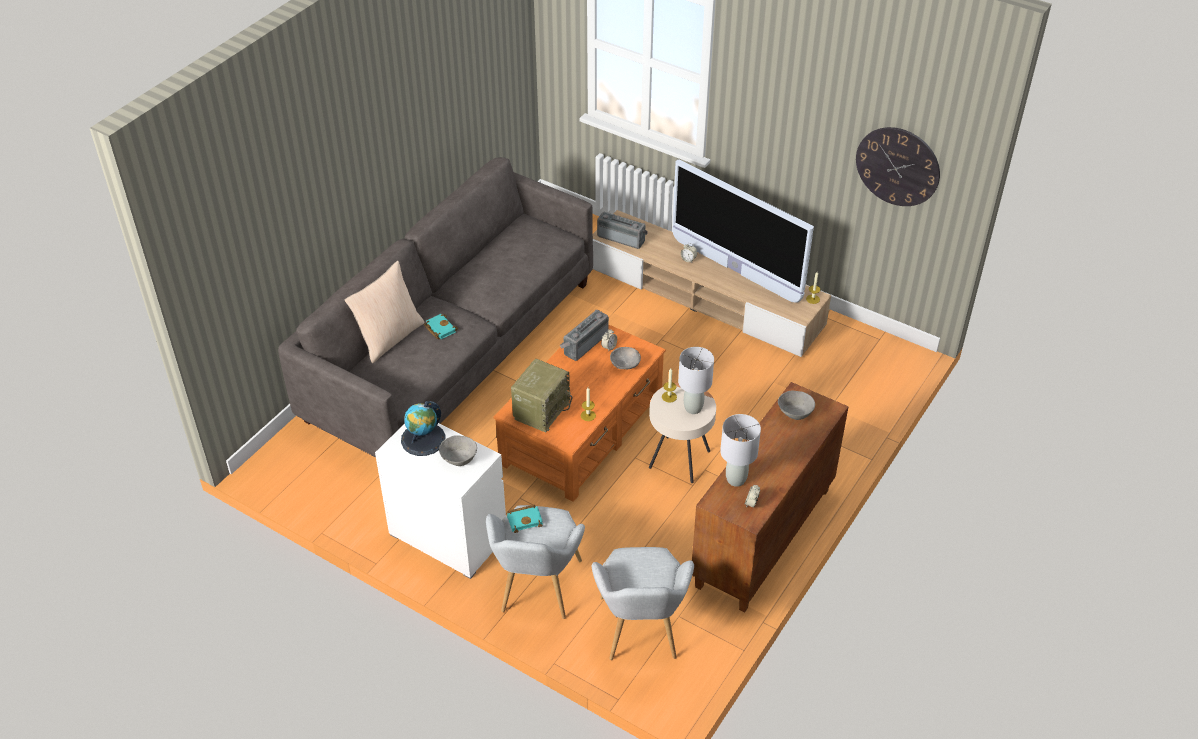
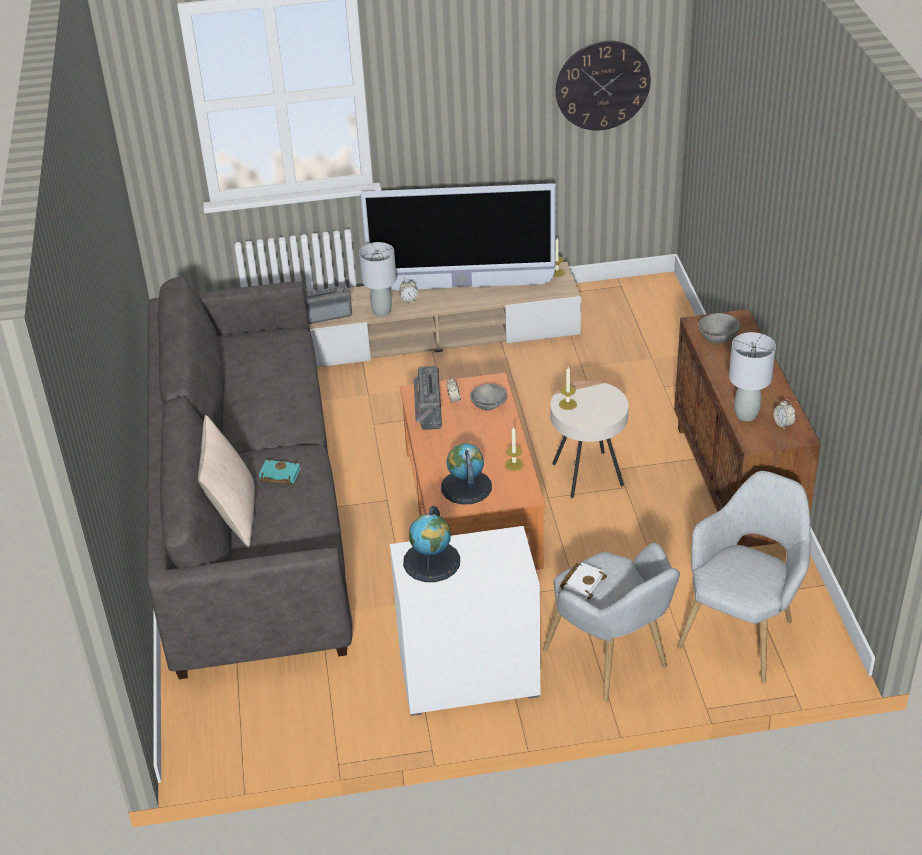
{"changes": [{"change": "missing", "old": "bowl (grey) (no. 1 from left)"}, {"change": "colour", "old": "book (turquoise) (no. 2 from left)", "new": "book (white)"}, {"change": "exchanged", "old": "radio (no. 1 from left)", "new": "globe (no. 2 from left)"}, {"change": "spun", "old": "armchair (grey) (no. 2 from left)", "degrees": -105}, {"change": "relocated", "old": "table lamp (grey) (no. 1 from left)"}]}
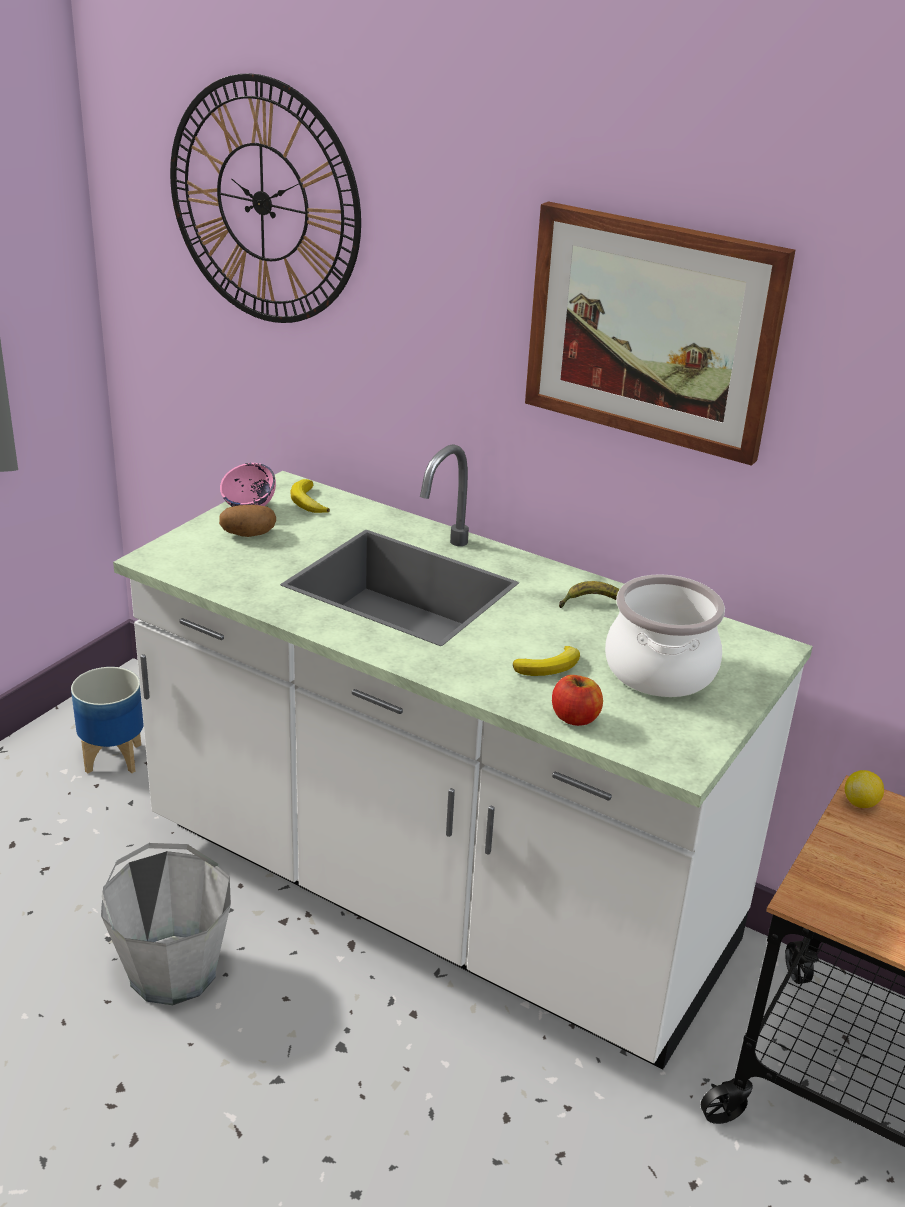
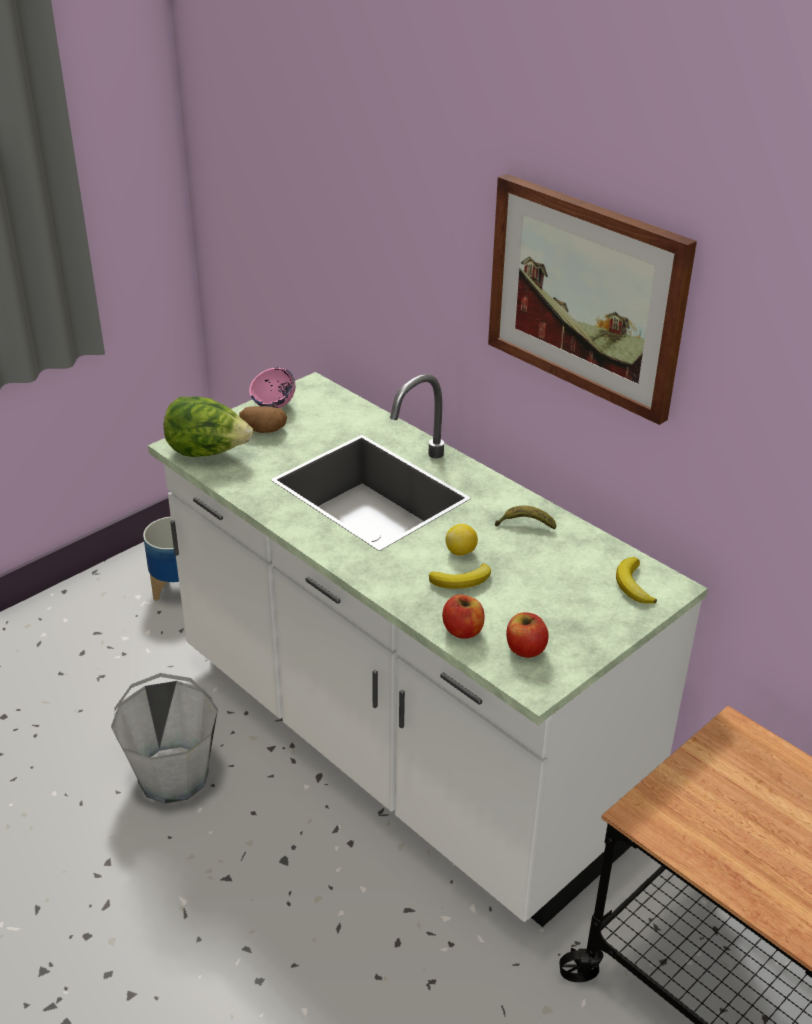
{"changes": [{"change": "missing", "old": "wall clock"}, {"change": "relocated", "old": "banana (no. 1 from left in the first image)", "new": "banana (no. 3 from left)"}, {"change": "missing", "old": "cooking pot"}, {"change": "relocated", "old": "lemon"}, {"change": "appeared", "new": "lettuce"}, {"change": "appeared", "new": "apple (no. 2 from left)"}]}
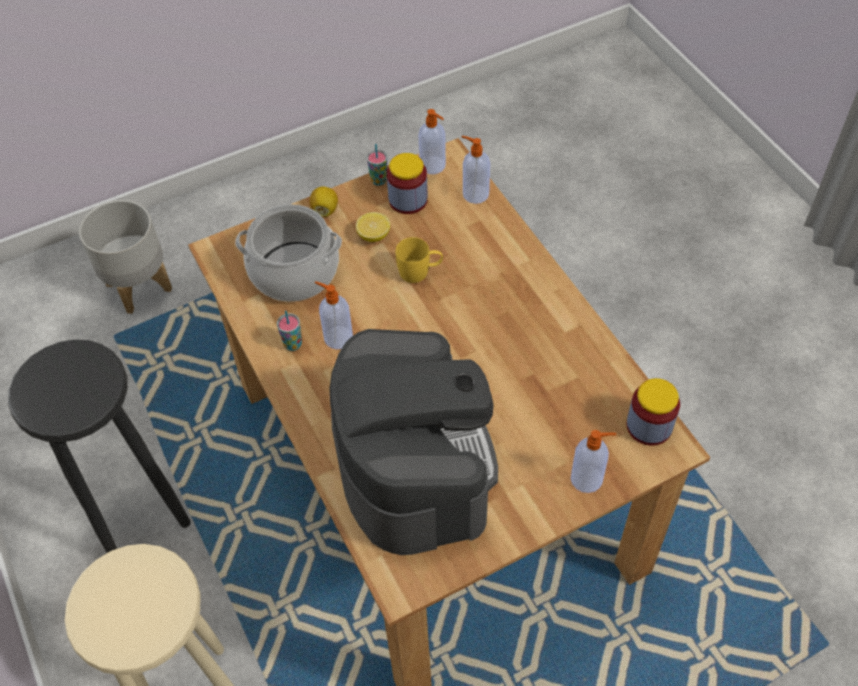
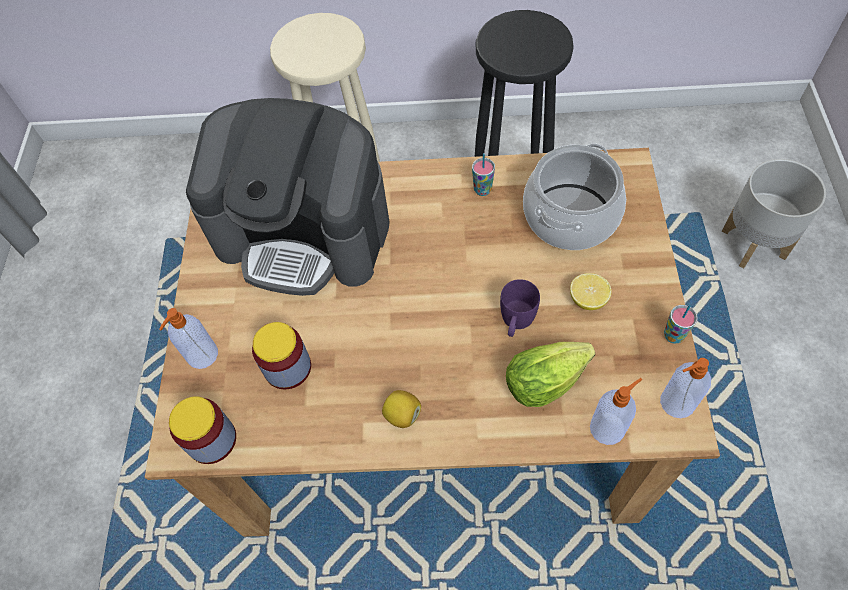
{"changes": [{"change": "relocated", "old": "lemon (no. 1 from left)"}, {"change": "missing", "old": "soap dispenser (no. 1 from left)"}, {"change": "relocated", "old": "jar (no. 1 from left in the first image)", "new": "jar (no. 2 from left)"}, {"change": "colour", "old": "mug (yellow)", "new": "mug (purple)"}, {"change": "appeared", "new": "lettuce"}]}
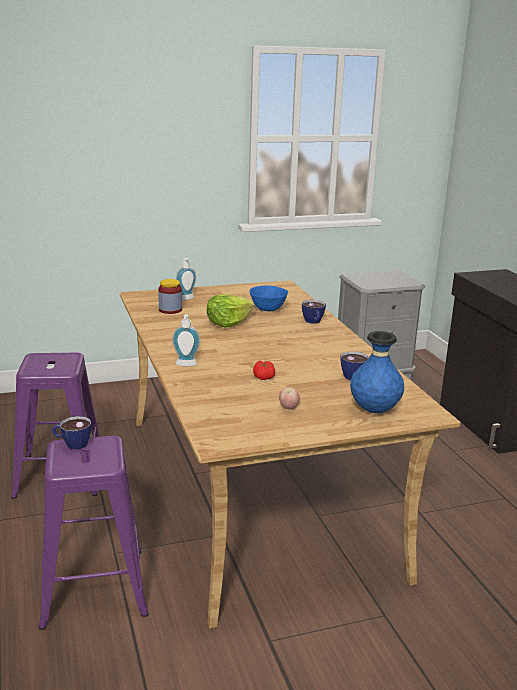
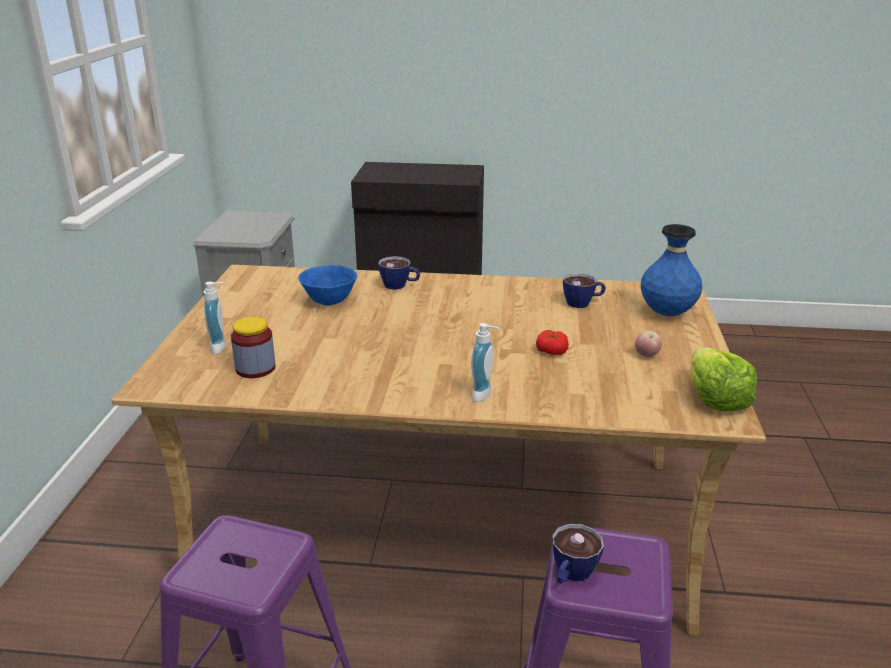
{"changes": [{"change": "relocated", "old": "lettuce"}]}
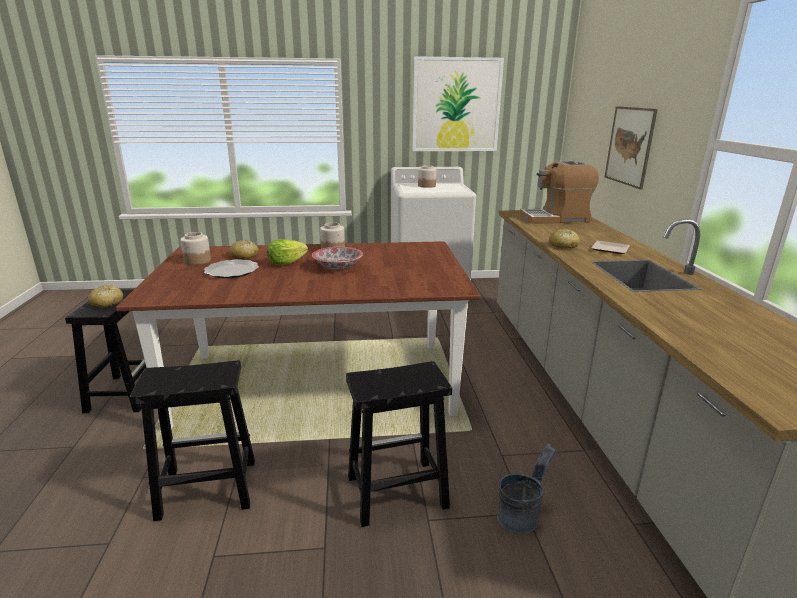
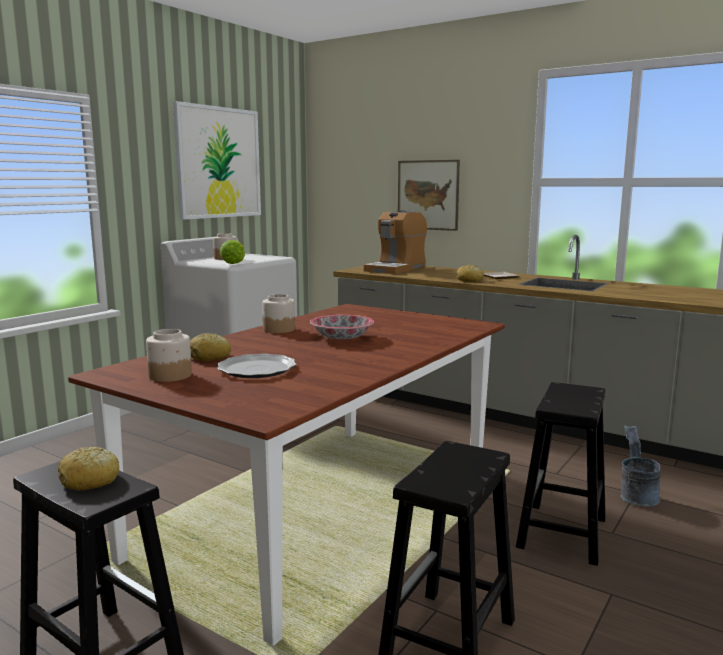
{"changes": [{"change": "relocated", "old": "lettuce"}]}
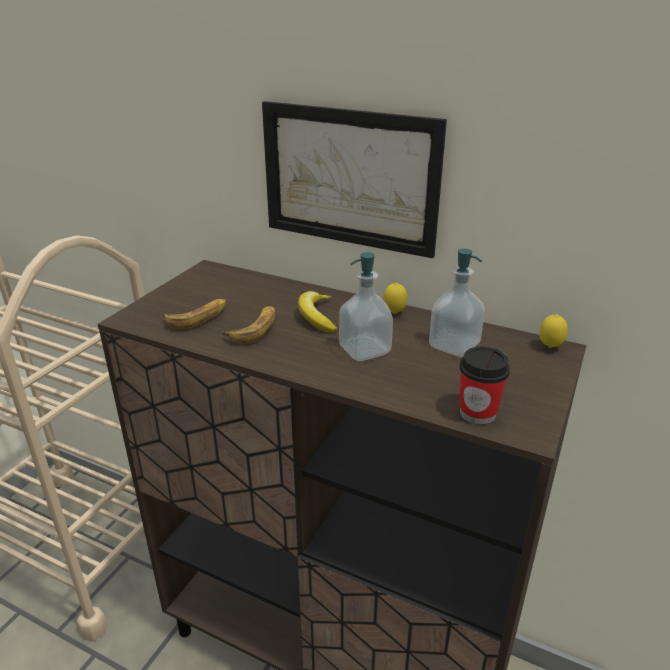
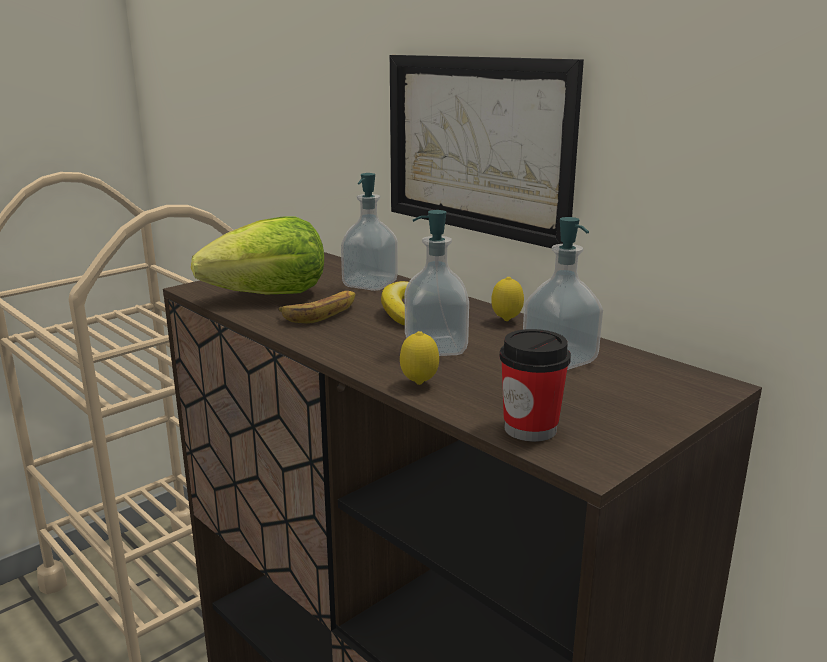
{"changes": [{"change": "exchanged", "old": "banana (no. 1 from left)", "new": "lettuce"}, {"change": "relocated", "old": "lemon (no. 2 from left in the first image)", "new": "lemon (no. 1 from left)"}, {"change": "appeared", "new": "soap dispenser (no. 1 from left)"}]}
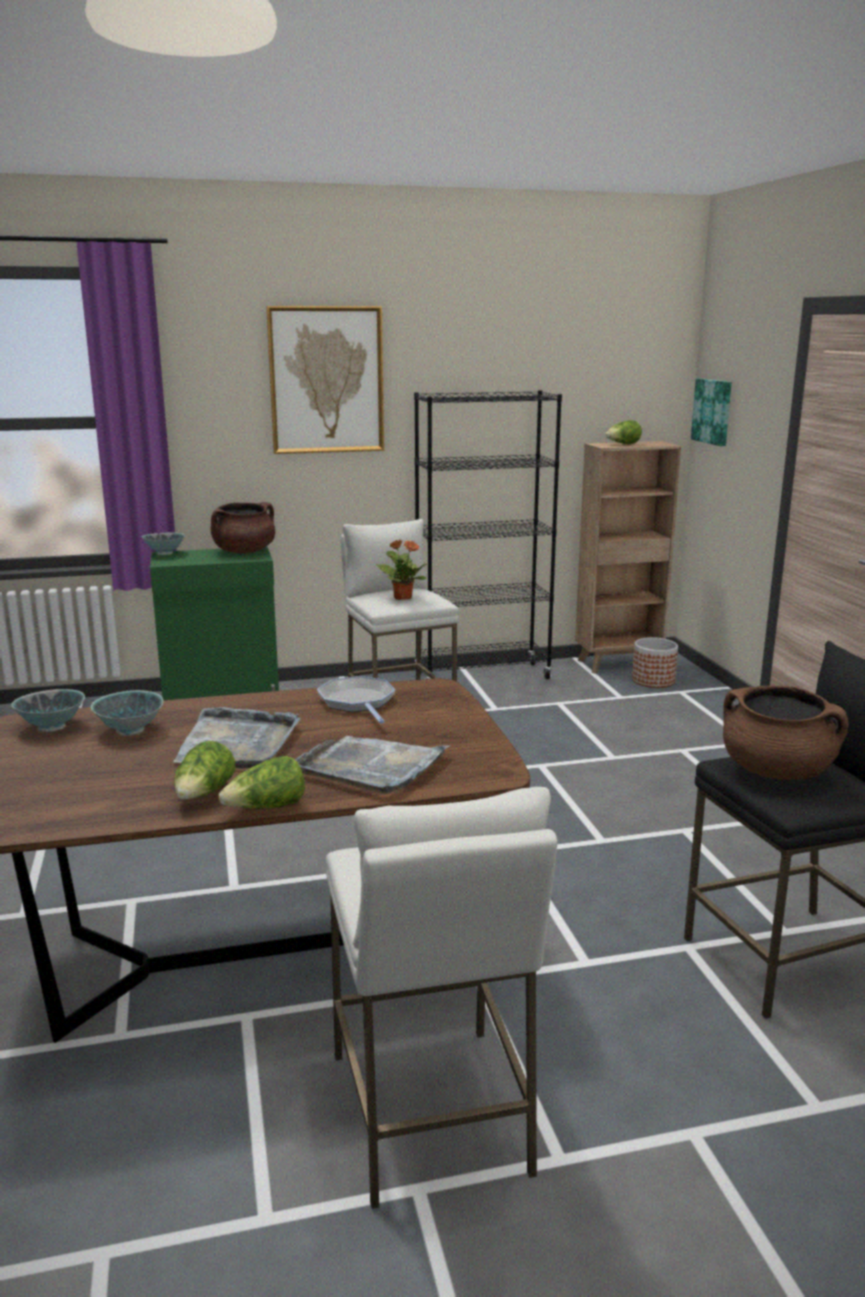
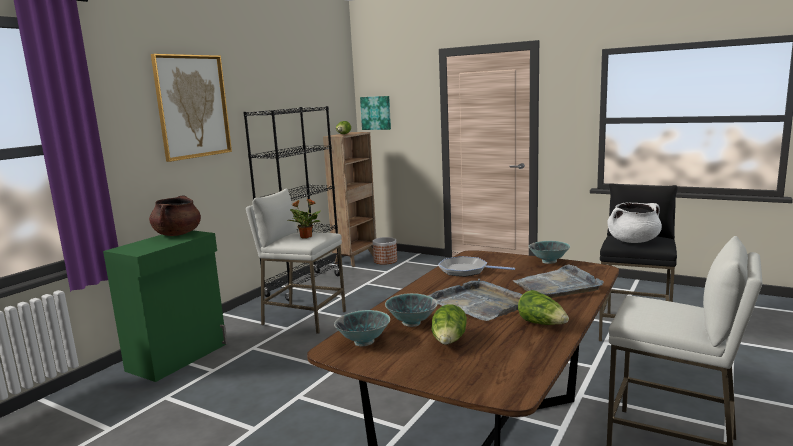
{"changes": [{"change": "relocated", "old": "bowl (no. 3 from left)"}, {"change": "relocated", "old": "lettuce (no. 2 from left)"}, {"change": "colour", "old": "cooking pot (brown) (no. 2 from left)", "new": "cooking pot (white)"}]}
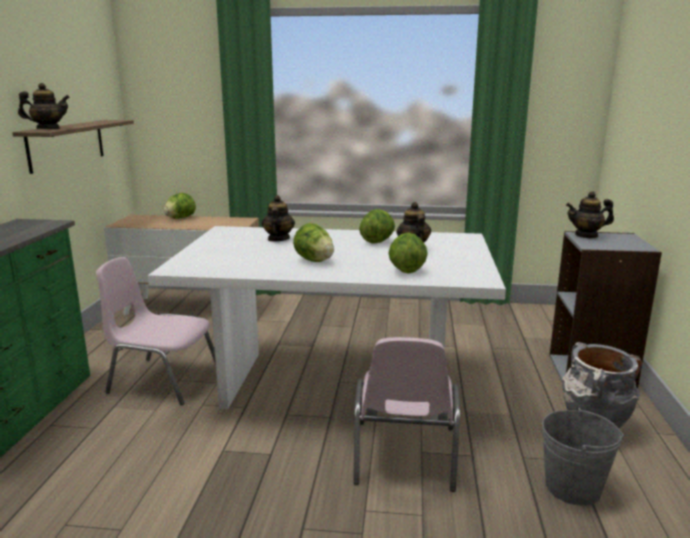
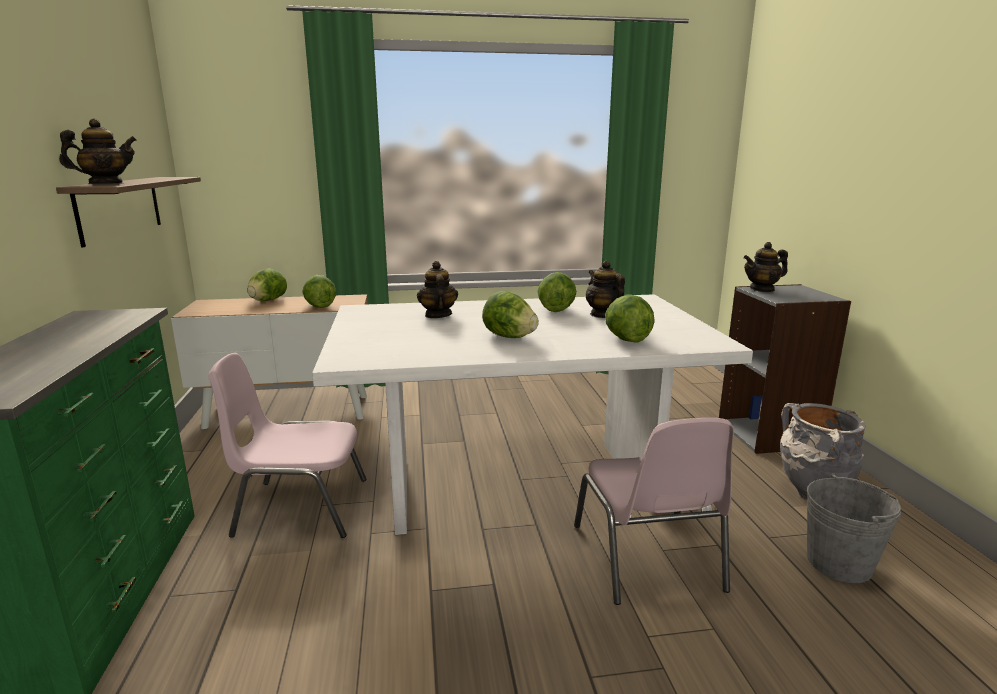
{"changes": [{"change": "appeared", "new": "lettuce (no. 2 from left)"}]}
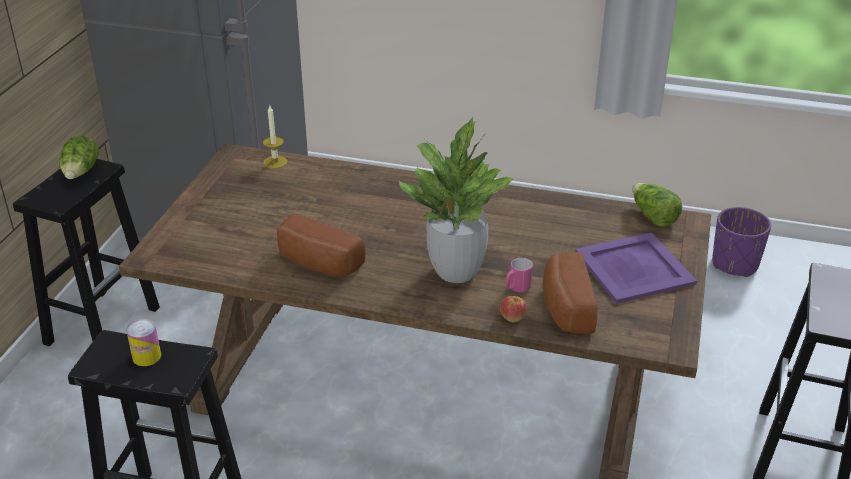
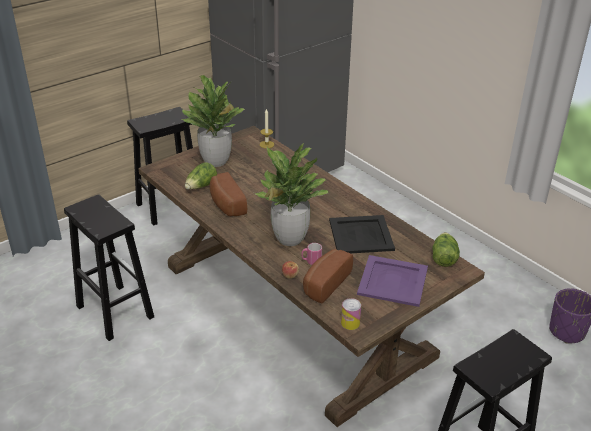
{"changes": [{"change": "relocated", "old": "lettuce (no. 1 from left)"}, {"change": "relocated", "old": "can"}, {"change": "appeared", "new": "potted plant (no. 1 from left)"}, {"change": "appeared", "new": "tray (black)"}]}
